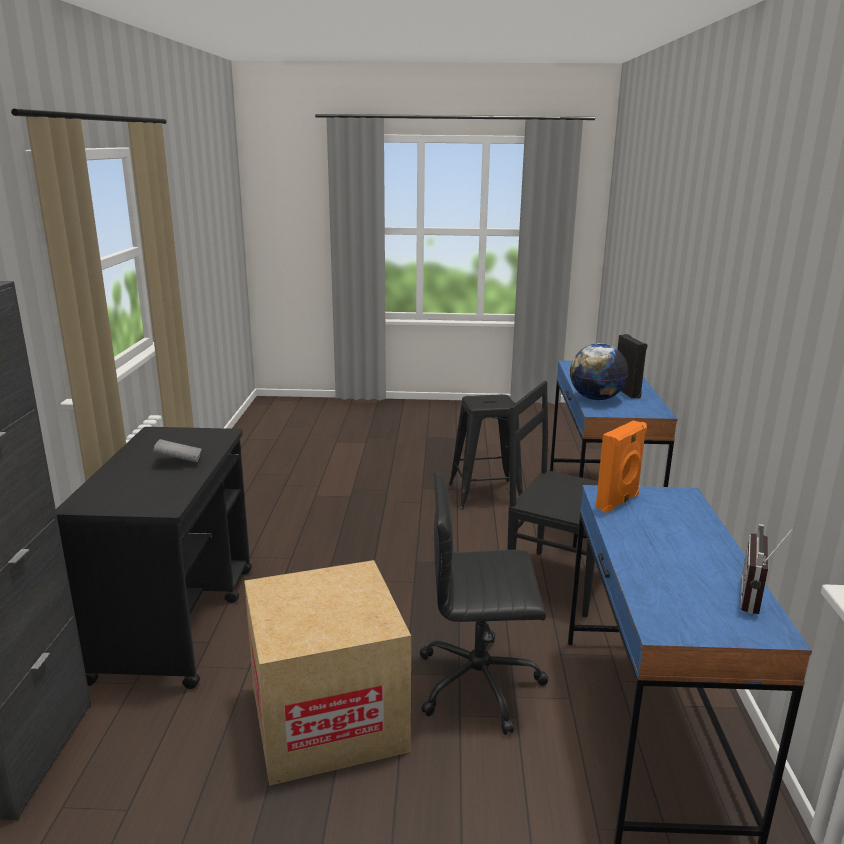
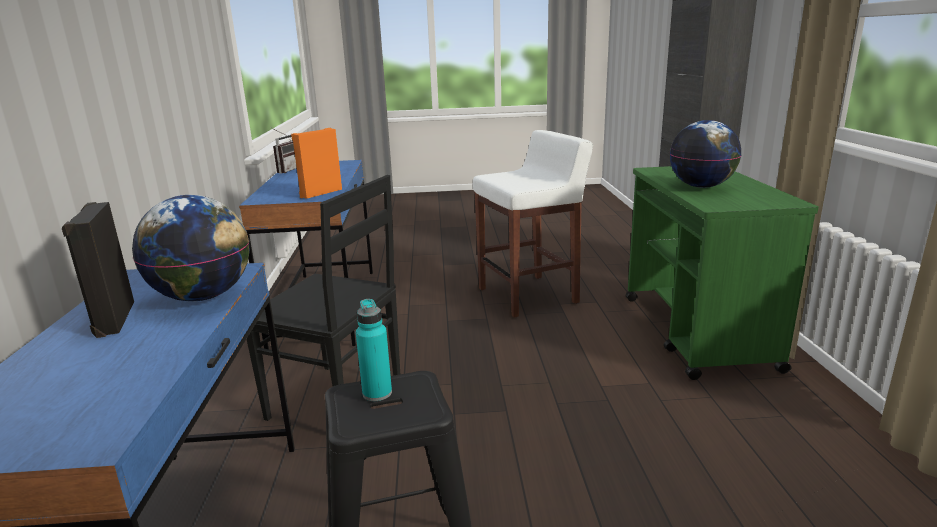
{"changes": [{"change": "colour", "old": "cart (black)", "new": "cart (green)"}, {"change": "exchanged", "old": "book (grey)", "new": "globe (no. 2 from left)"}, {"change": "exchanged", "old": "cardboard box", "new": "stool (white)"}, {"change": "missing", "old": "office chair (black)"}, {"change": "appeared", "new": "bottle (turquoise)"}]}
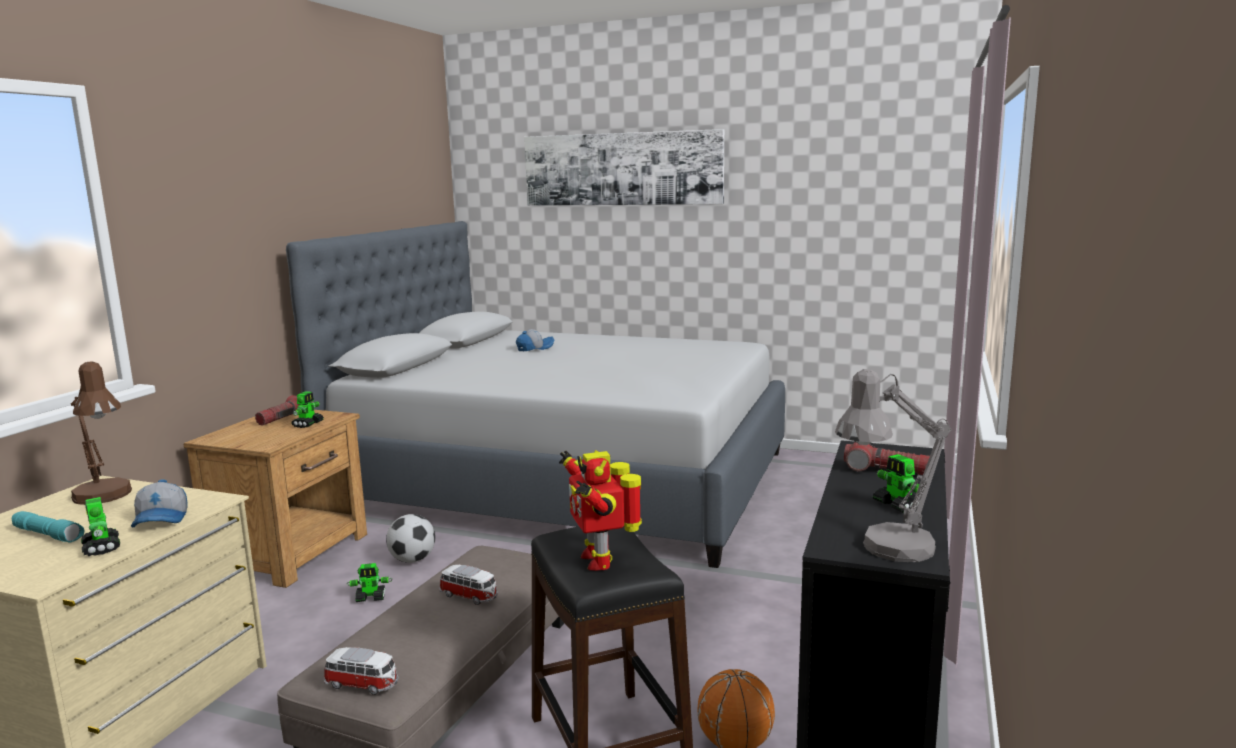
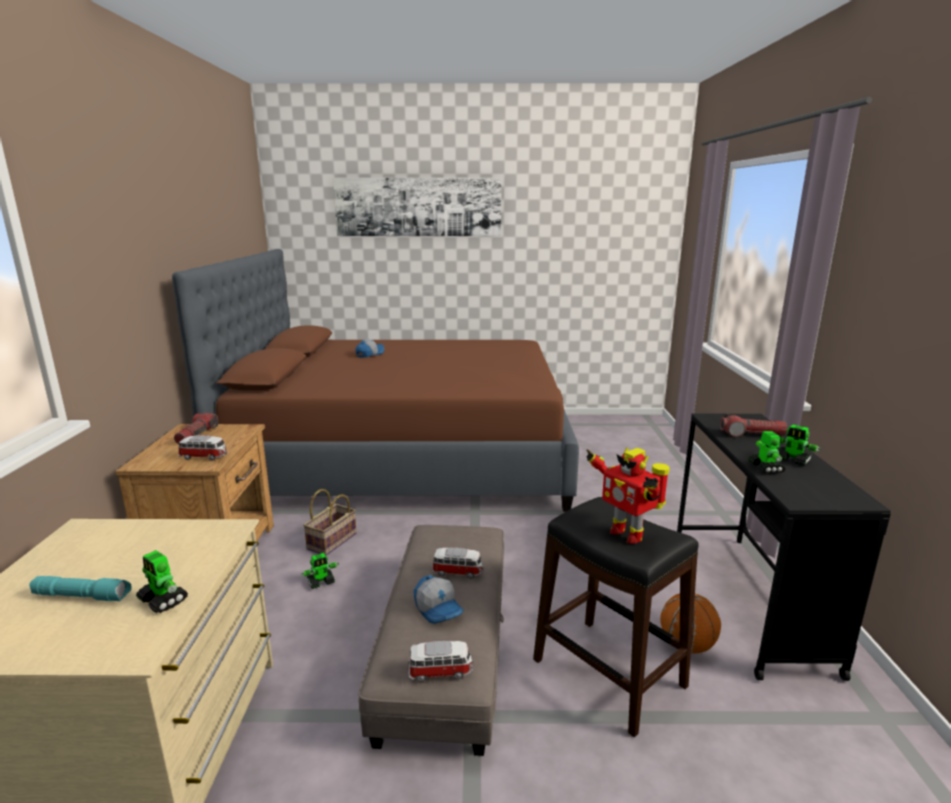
{"changes": [{"change": "missing", "old": "table lamp (brown)"}, {"change": "relocated", "old": "cap (no. 1 from left in the first image)", "new": "cap (no. 2 from left)"}, {"change": "colour", "old": "bed (grey)", "new": "bed (brown)"}, {"change": "relocated", "old": "toy robot (no. 2 from left in the first image)", "new": "toy robot (no. 4 from left)"}, {"change": "exchanged", "old": "football", "new": "basket"}, {"change": "missing", "old": "table lamp (grey)"}, {"change": "appeared", "new": "toy car (no. 1 from left)"}]}
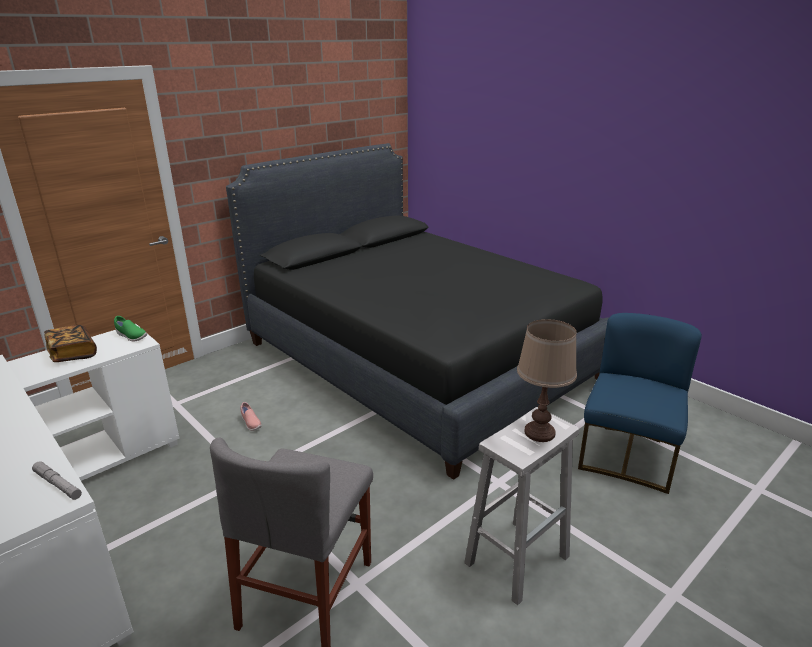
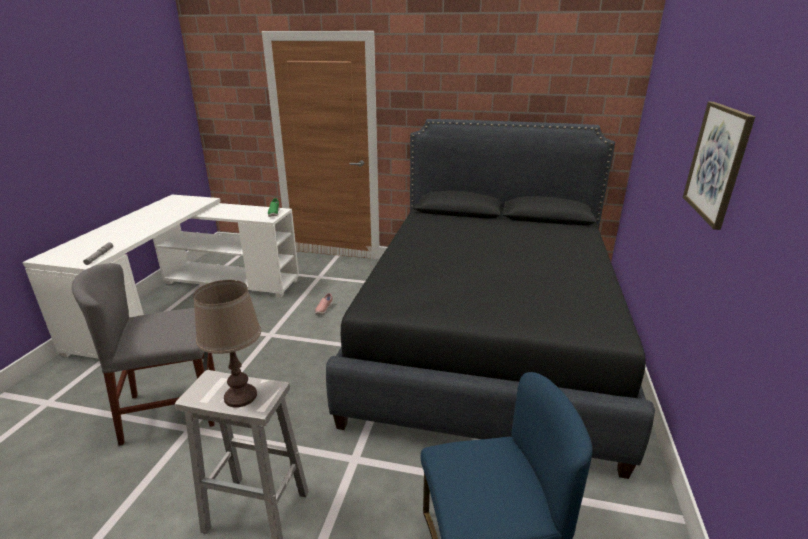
{"changes": [{"change": "missing", "old": "book"}, {"change": "appeared", "new": "picture"}]}
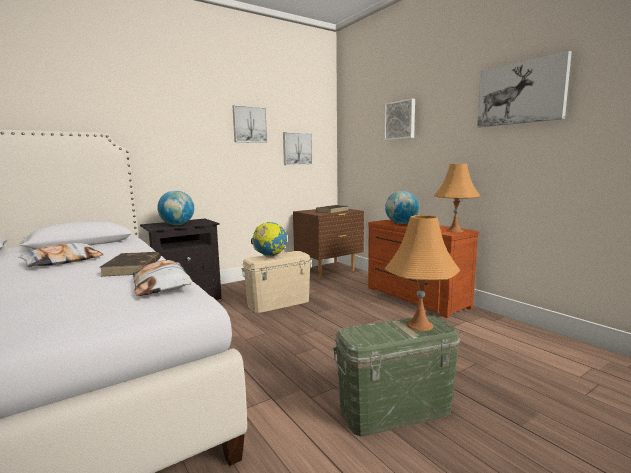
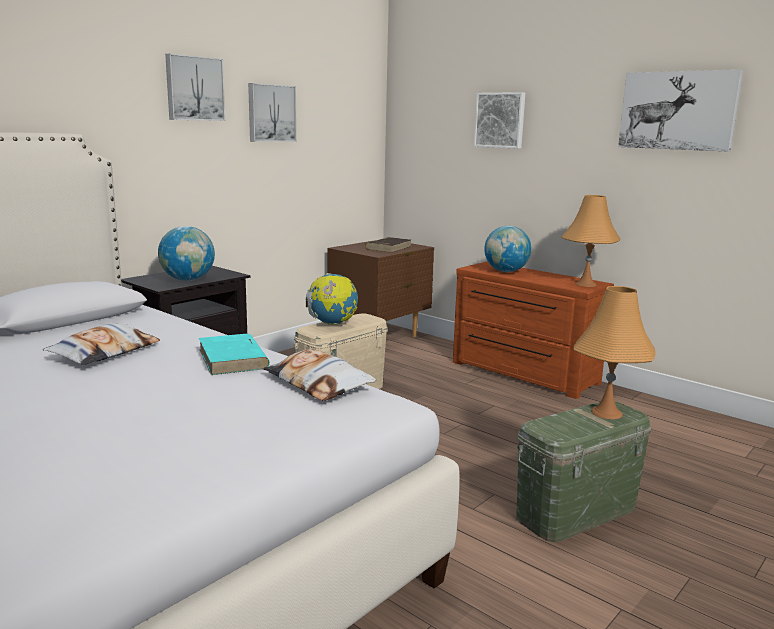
{"changes": [{"change": "colour", "old": "book (brown) (no. 1 from left)", "new": "book (turquoise)"}, {"change": "relocated", "old": "picture (no. 2 from left in the first image)", "new": "picture (no. 1 from left)"}]}
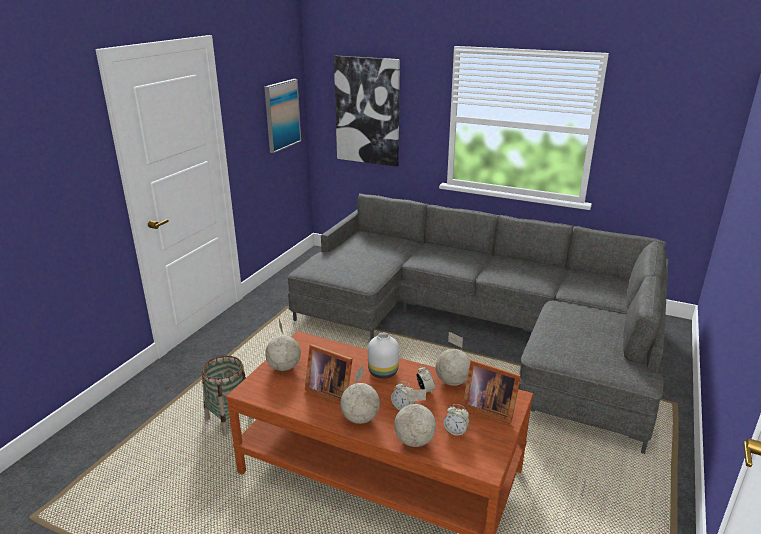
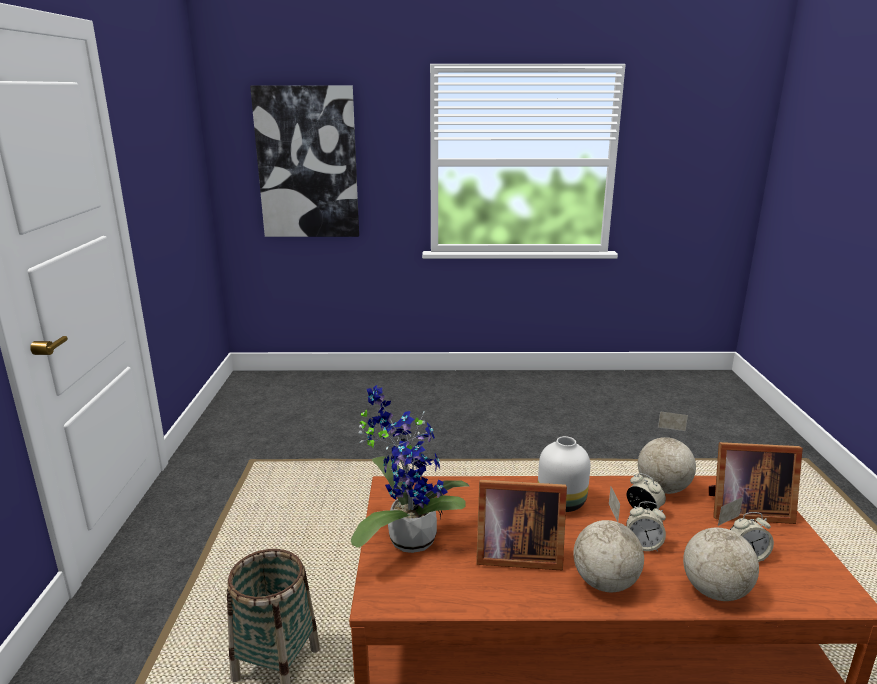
{"changes": [{"change": "missing", "old": "picture (no. 1 from left)"}, {"change": "exchanged", "old": "globe (no. 1 from left)", "new": "potted plant"}, {"change": "missing", "old": "sofa (grey)"}]}
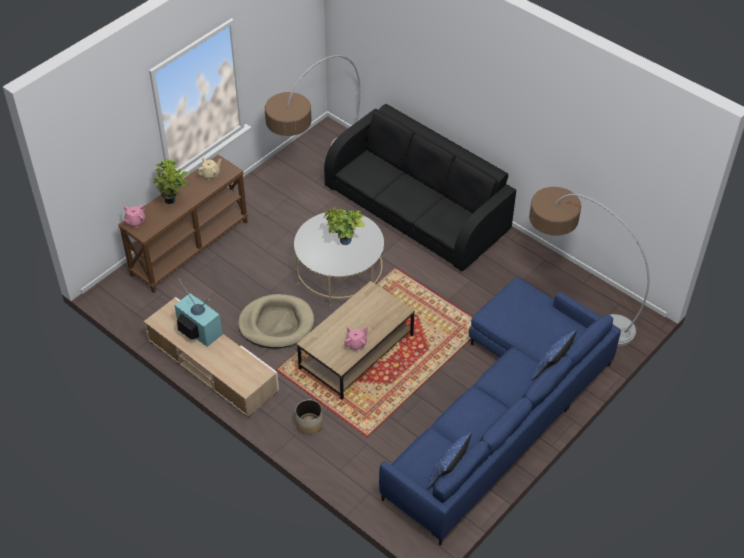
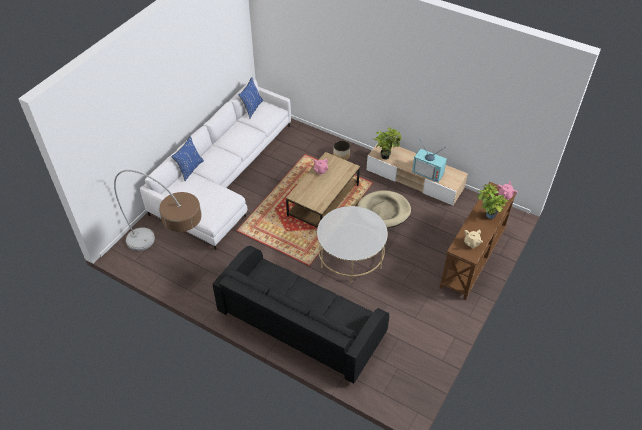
{"changes": [{"change": "missing", "old": "floor lamp (no. 1 from left)"}, {"change": "relocated", "old": "potted plant (no. 2 from left in the first image)", "new": "potted plant (no. 1 from left)"}, {"change": "colour", "old": "sofa (blue)", "new": "sofa (white)"}]}
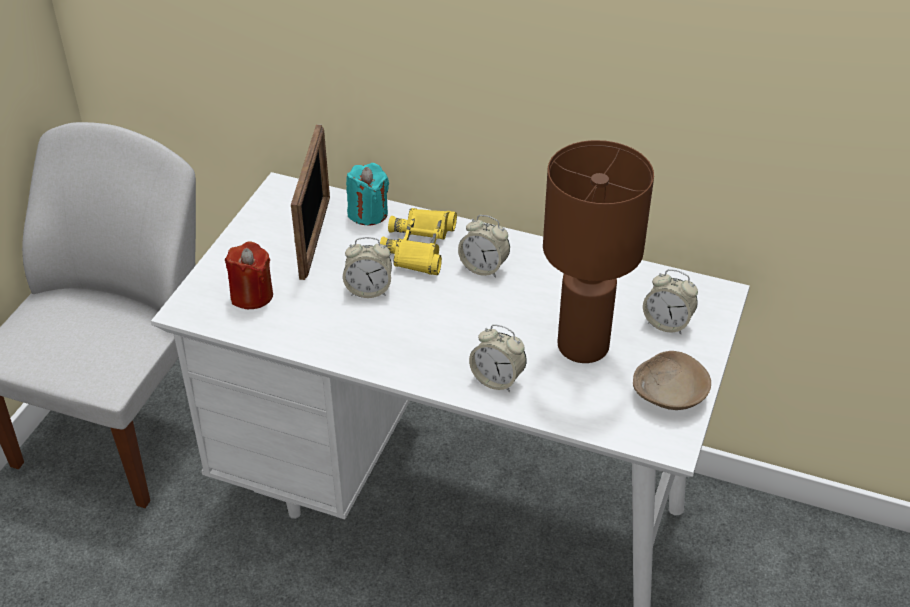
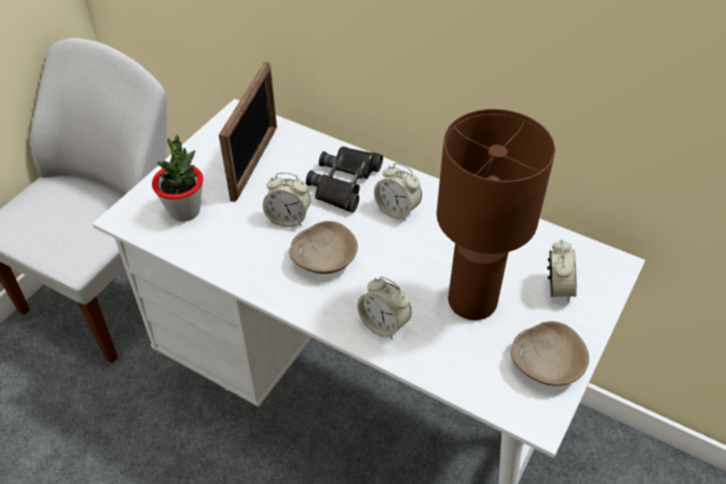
{"changes": [{"change": "exchanged", "old": "candle (red)", "new": "potted plant"}, {"change": "missing", "old": "candle (turquoise)"}, {"change": "colour", "old": "binoculars (yellow)", "new": "binoculars (black)"}, {"change": "spun", "old": "alarm clock (no. 4 from left)", "degrees": -120}, {"change": "appeared", "new": "bowl (beige) (no. 1 from left)"}]}
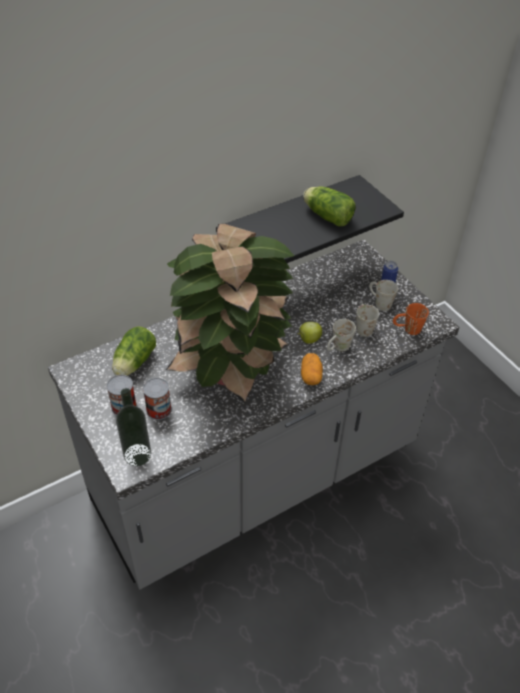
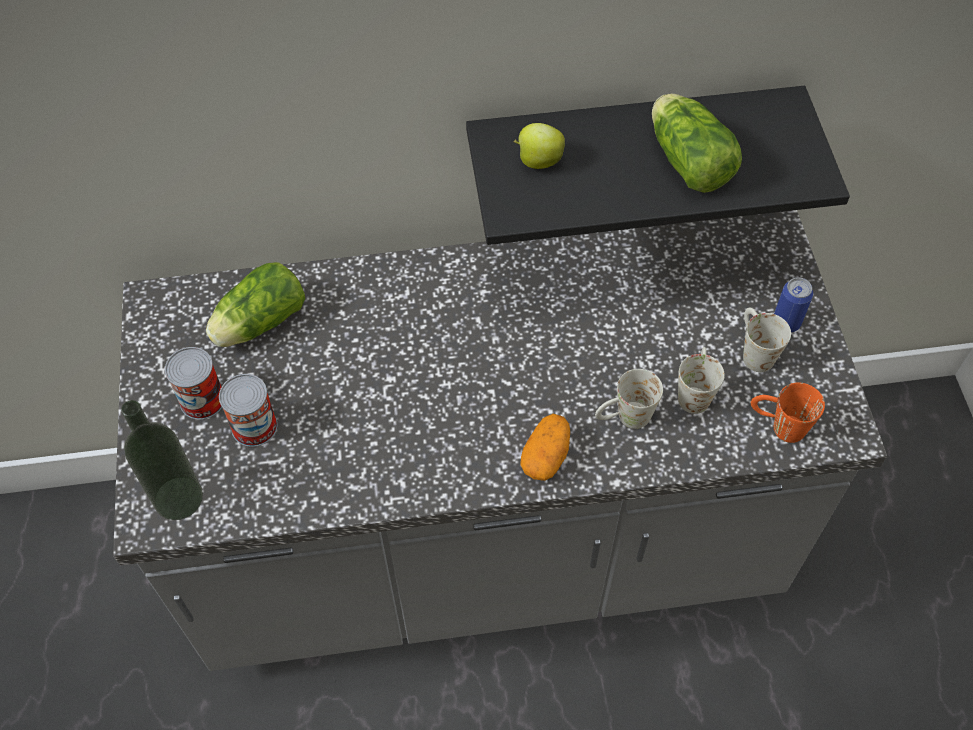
{"changes": [{"change": "missing", "old": "potted plant"}, {"change": "relocated", "old": "apple"}]}
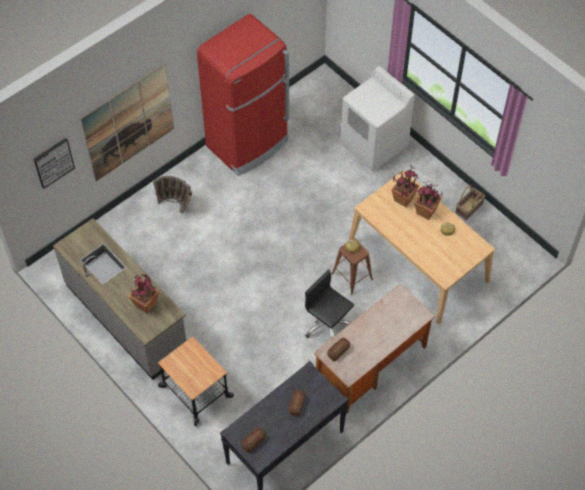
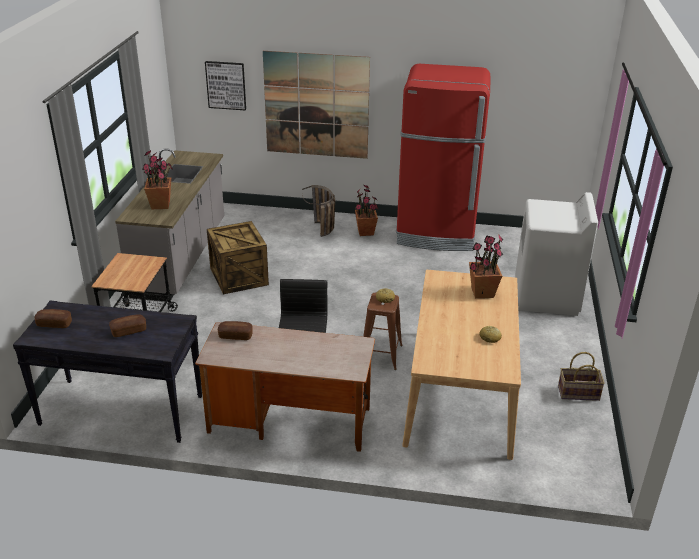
{"changes": [{"change": "relocated", "old": "potted plant (no. 3 from left in the first image)", "new": "potted plant (no. 2 from left)"}, {"change": "appeared", "new": "crate"}]}
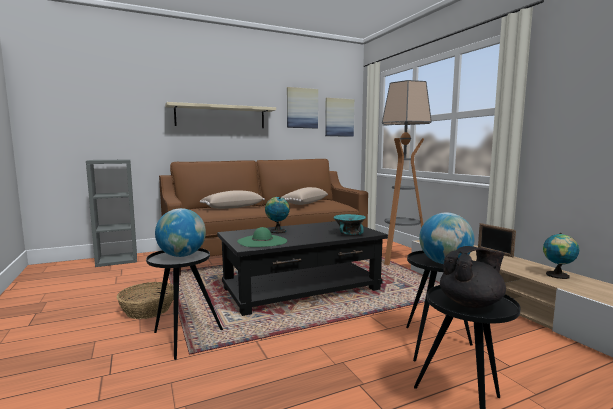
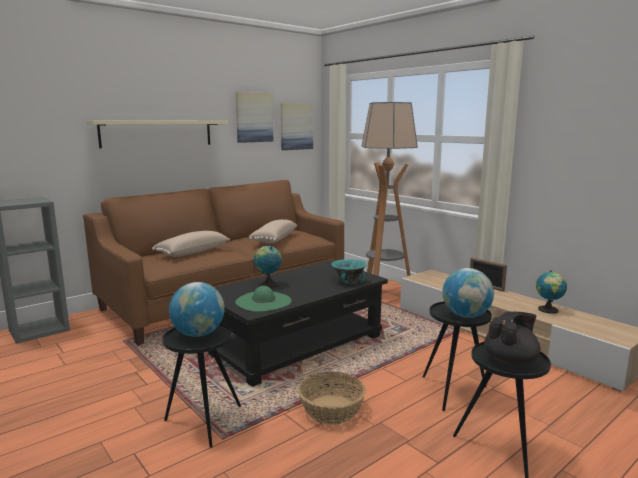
{"changes": [{"change": "relocated", "old": "basket"}]}
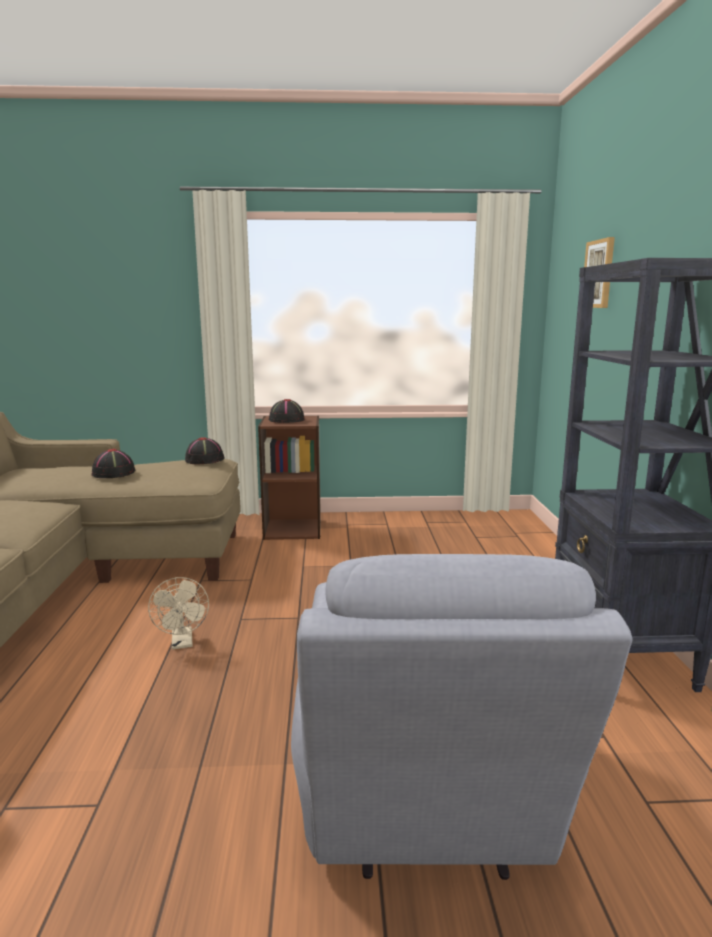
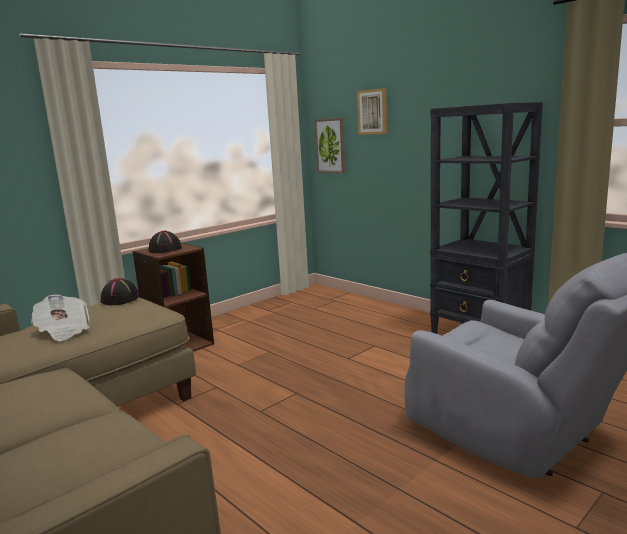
{"changes": [{"change": "exchanged", "old": "hat (black) (no. 1 from left)", "new": "newspaper"}, {"change": "missing", "old": "fan (beige)"}, {"change": "appeared", "new": "picture (no. 1 from left)"}]}
